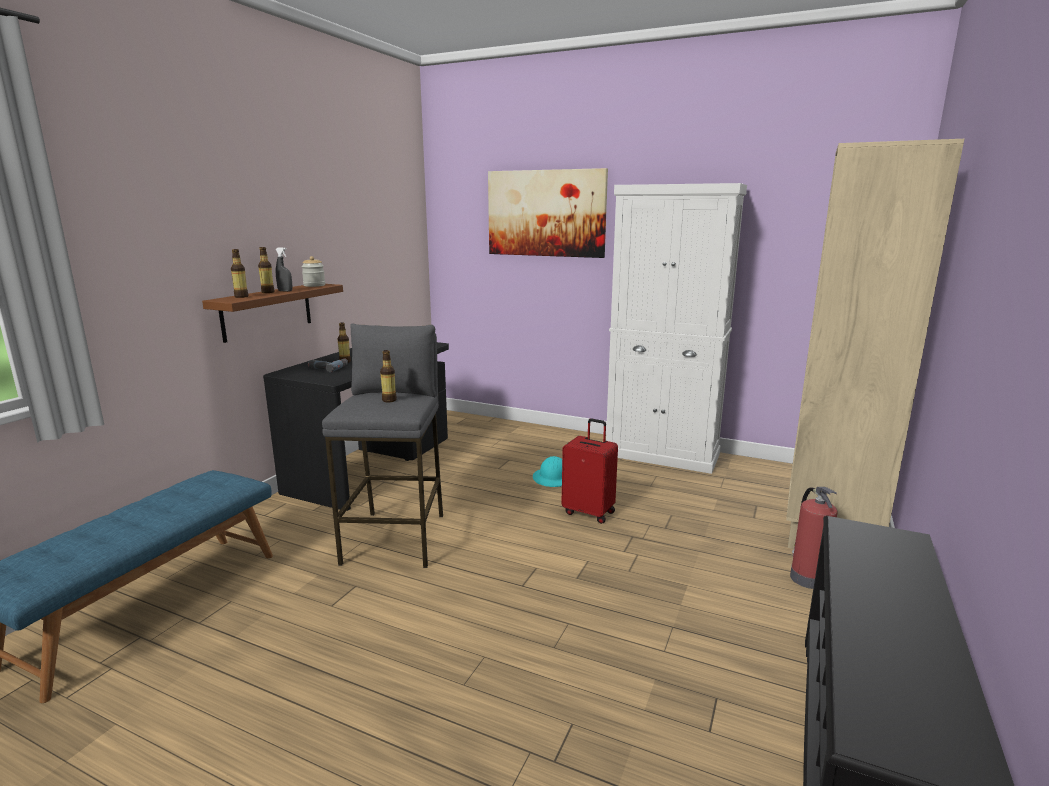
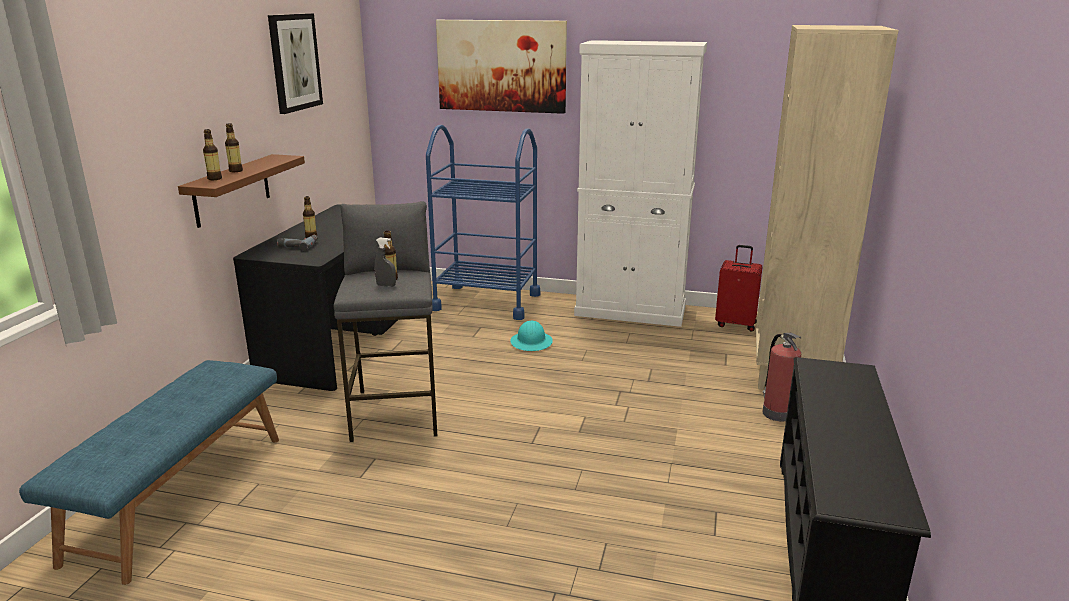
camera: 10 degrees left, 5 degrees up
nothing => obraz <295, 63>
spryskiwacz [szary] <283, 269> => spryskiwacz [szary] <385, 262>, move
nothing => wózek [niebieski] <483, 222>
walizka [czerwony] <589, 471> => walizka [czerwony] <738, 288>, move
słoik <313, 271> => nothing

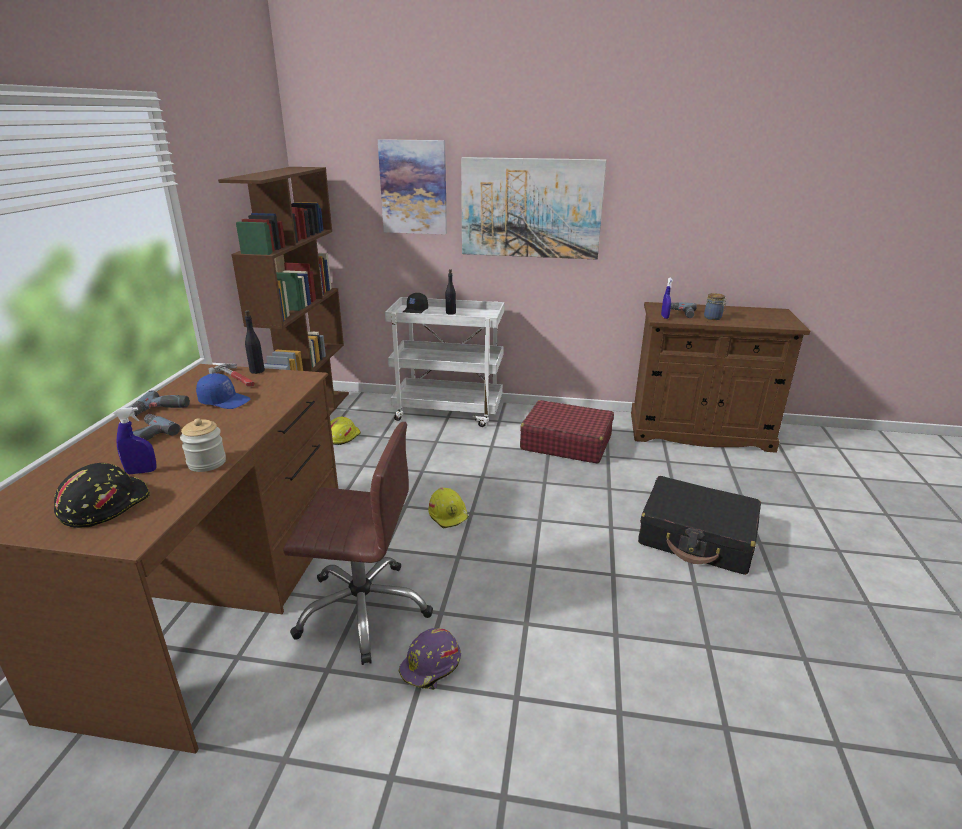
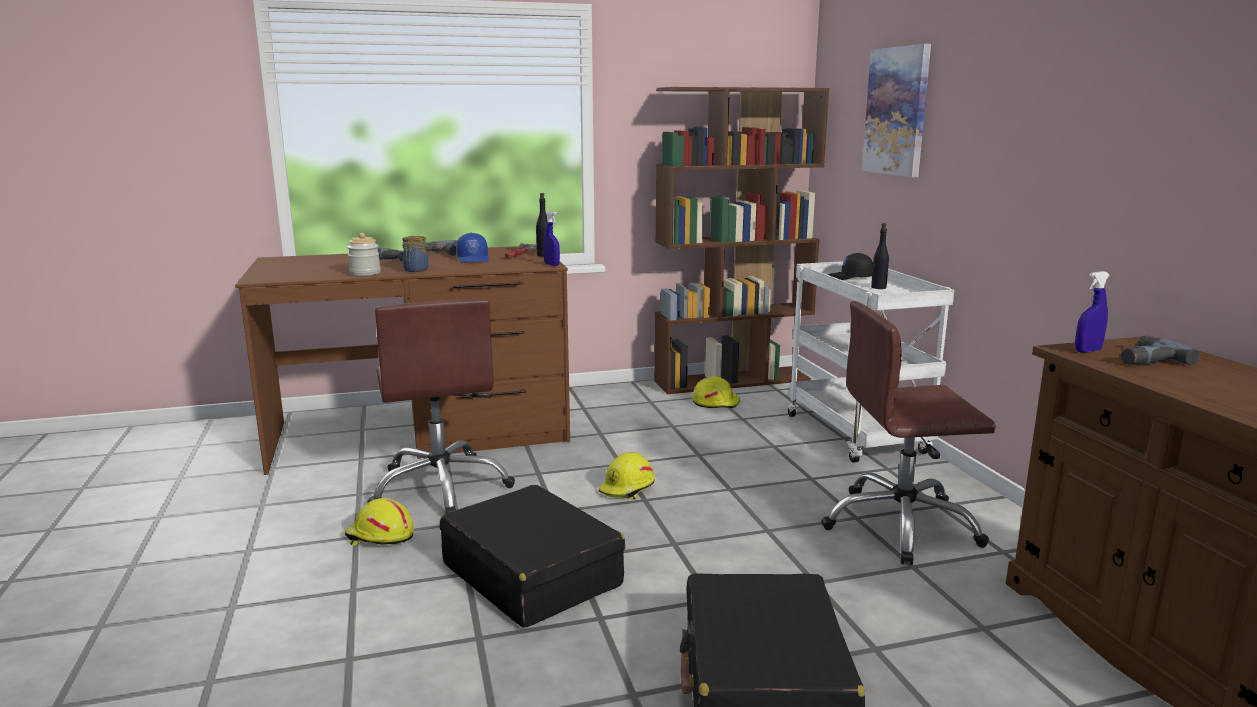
camera: 65 degrees right, 10 degrees down
kask [fioletowy] <429, 659> => kask [żółty] <379, 522>
słoik <715, 306> => słoik <415, 254>, move
nothing => walizka [czarny] <533, 556>
spryskiwacz [niebieski] <135, 440> => spryskiwacz [niebieski] <551, 238>, move
walizka [czerwony] <567, 432> => krzesło biurowe [brązowy] <908, 433>
kask [czarny] <102, 495> => nothing
obraz <534, 208> => nothing

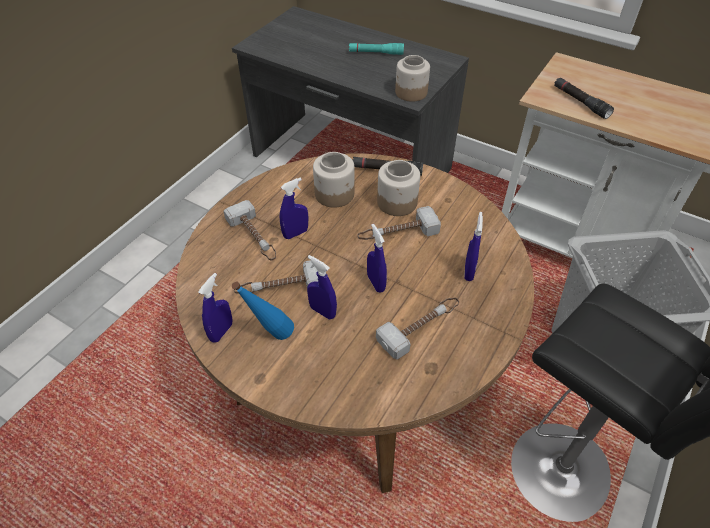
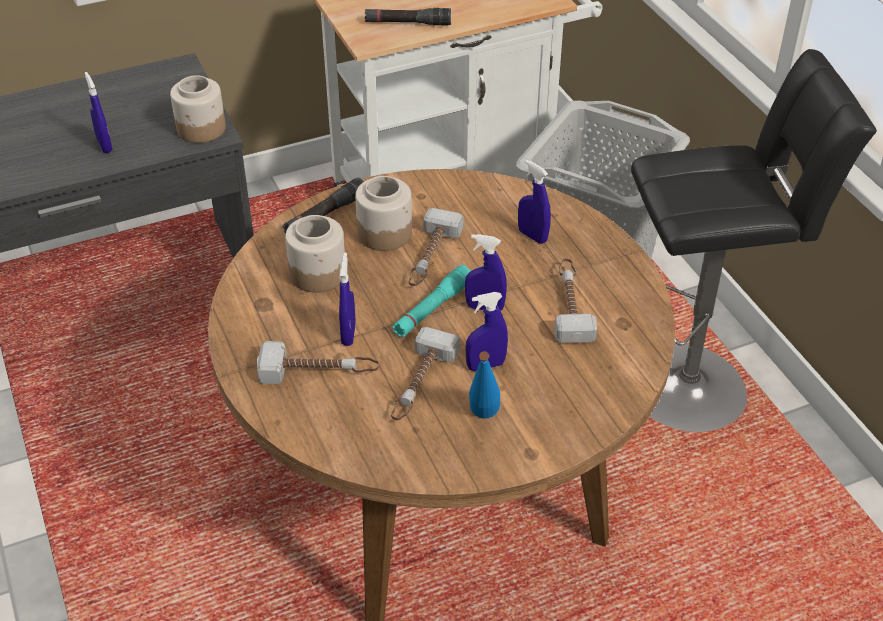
camera: 55 degrees left, 5 degrees down
spryskiwacz [niebieski] <215, 308> => spryskiwacz [niebieski] <98, 112>, move
latarka [turkusowy] <376, 49> => latarka [turkusowy] <431, 301>, move

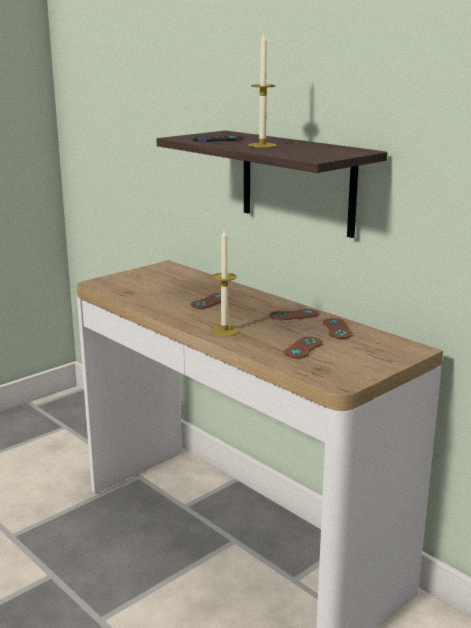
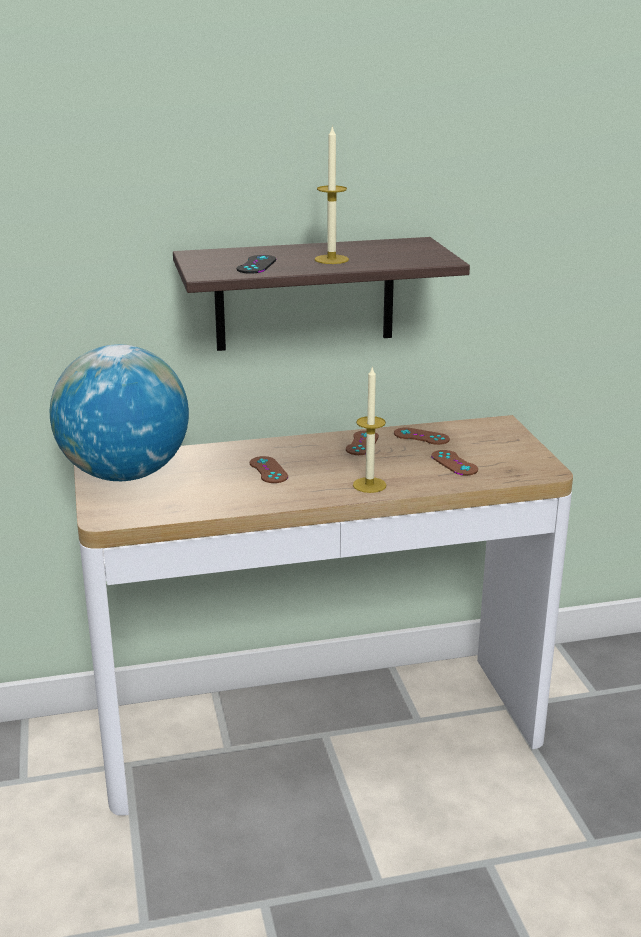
camera: 60 degrees left, 5 degrees up
nothing => globus <119, 413>

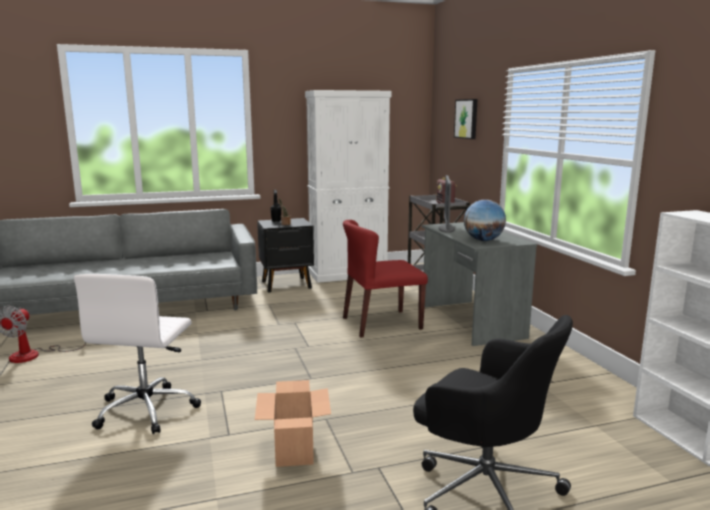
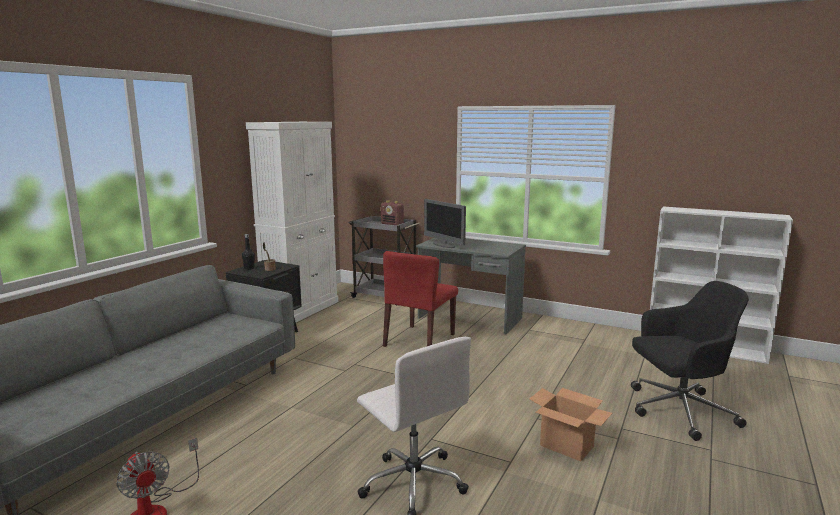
camera: 45 degrees left, 0 degrees up
obraz <466, 119> => nothing
globus <485, 220> => nothing

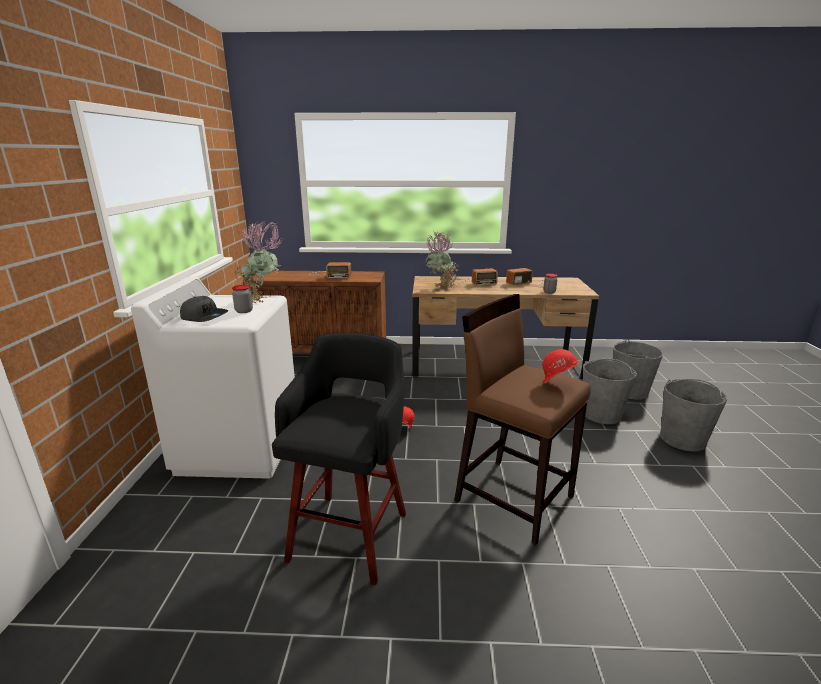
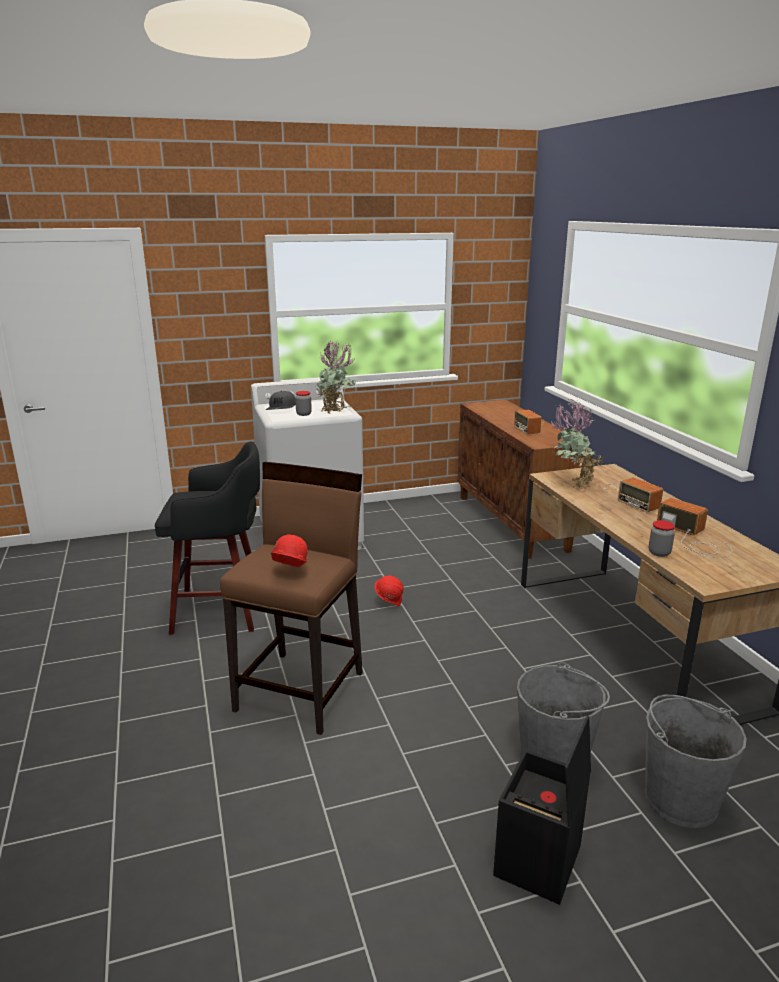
camera: 70 degrees right, 0 degrees up
wiadro [szary] <694, 415> => pojemnik do przechowywania [czarny] <542, 810>

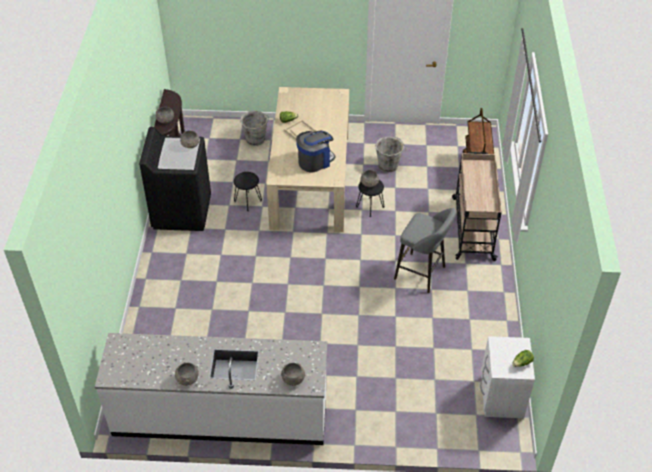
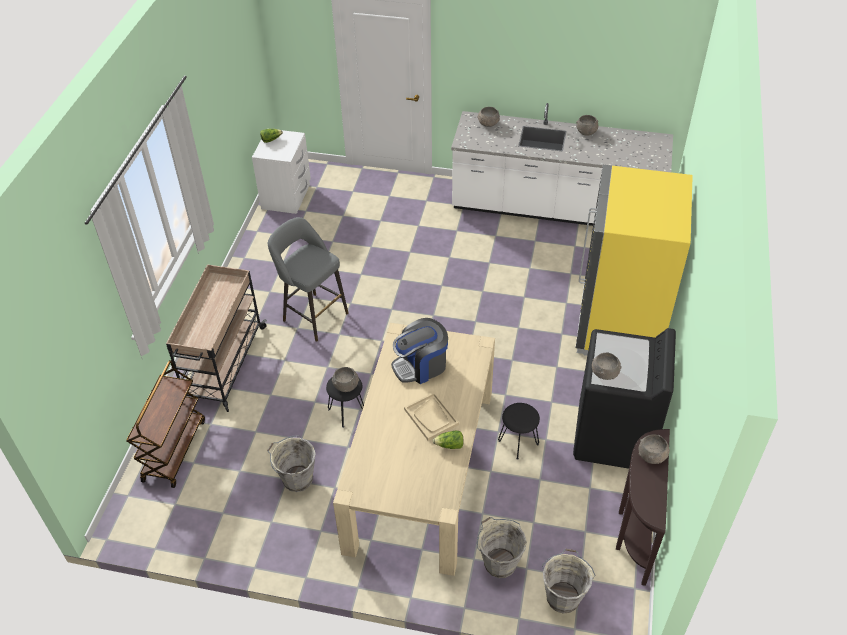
camera: 170 degrees left, 0 degrees up
nothing => wiadro [szary] <568, 581>
nothing => lodówka [żółty] <634, 260>

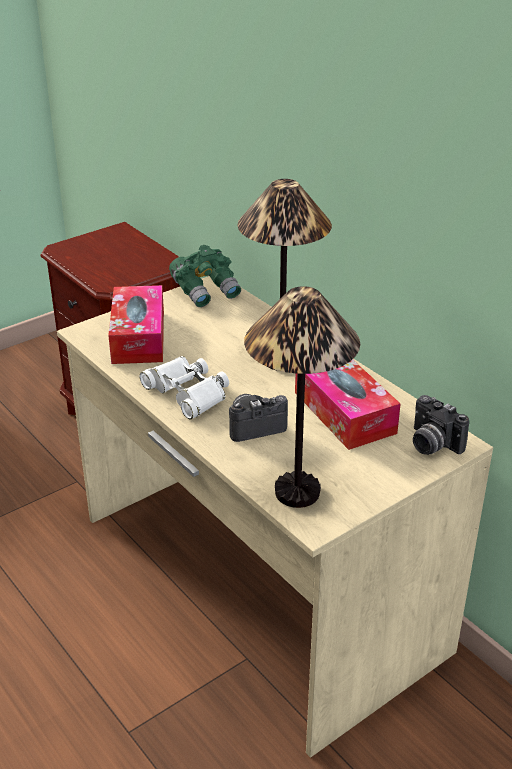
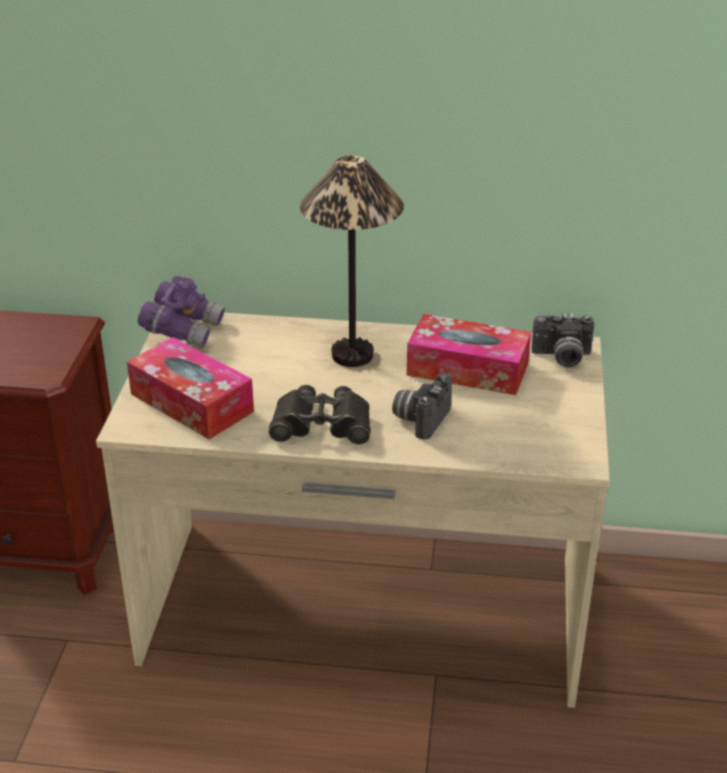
camera: 45 degrees left, 0 degrees up
lornetka [zielony] <205, 276> => lornetka [fioletowy] <181, 312>
lornetka [biały] <184, 388> => lornetka [czarny] <320, 414>
lampa stołowa <302, 397> => nothing

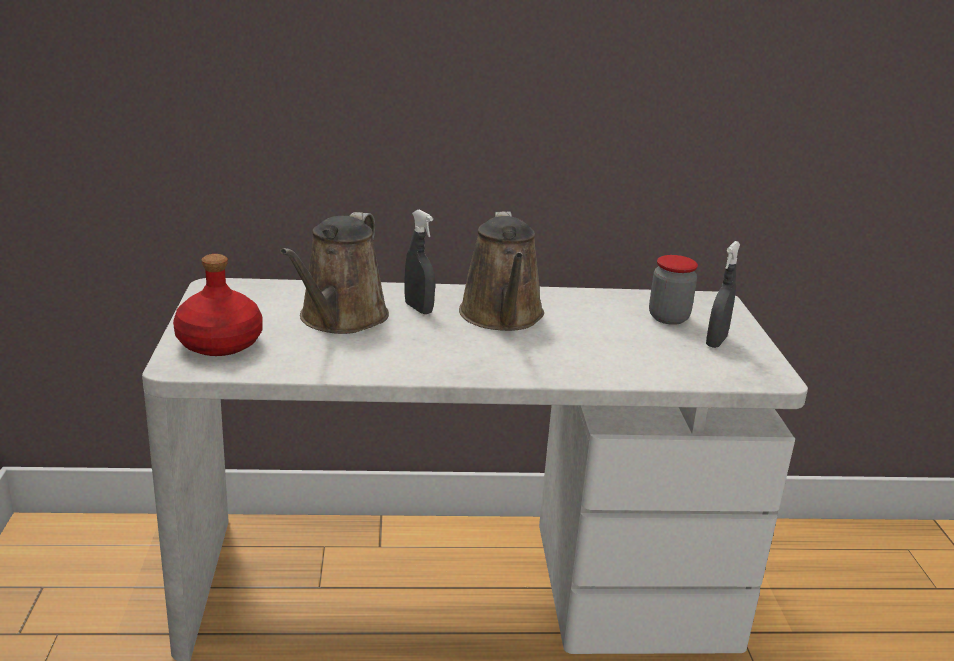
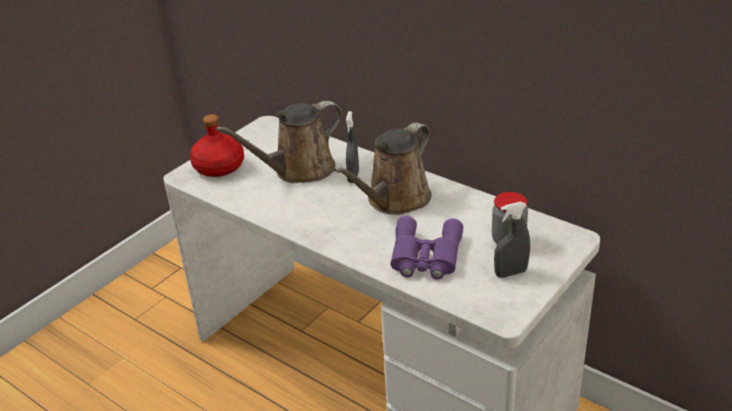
camera: 45 degrees right, 10 degrees up
nothing => lornetka [fioletowy] <426, 248>

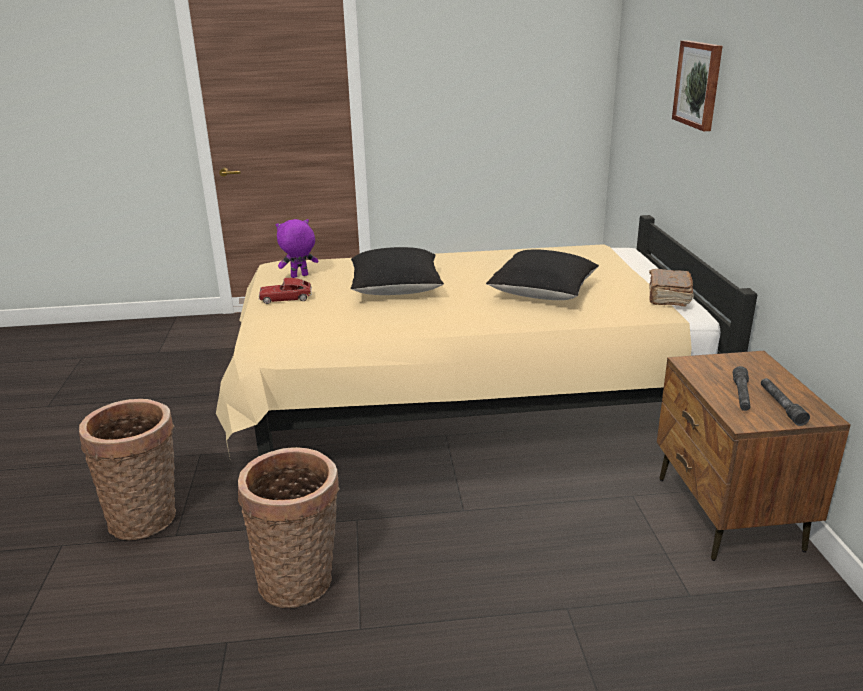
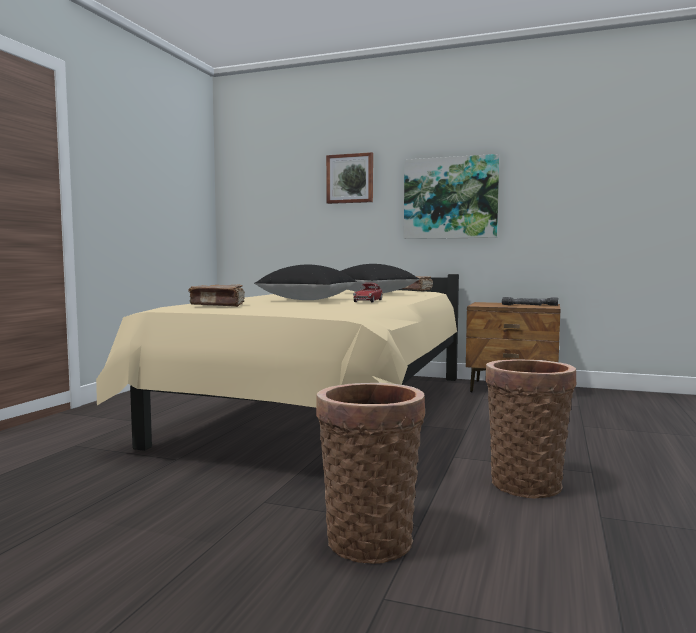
camera: 65 degrees left, 20 degrees down
pluszak [fioletowy] <297, 248> => książka [brązowy] <216, 296>
samochodzik <285, 291> => samochodzik <368, 293>, move
nothing => obraz <451, 196>

